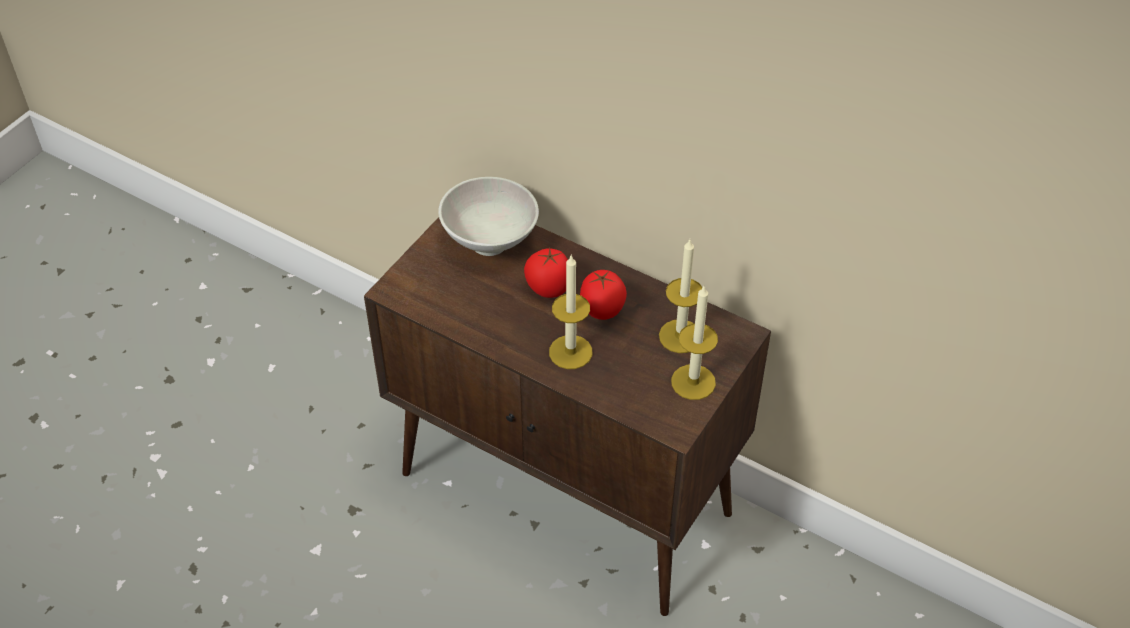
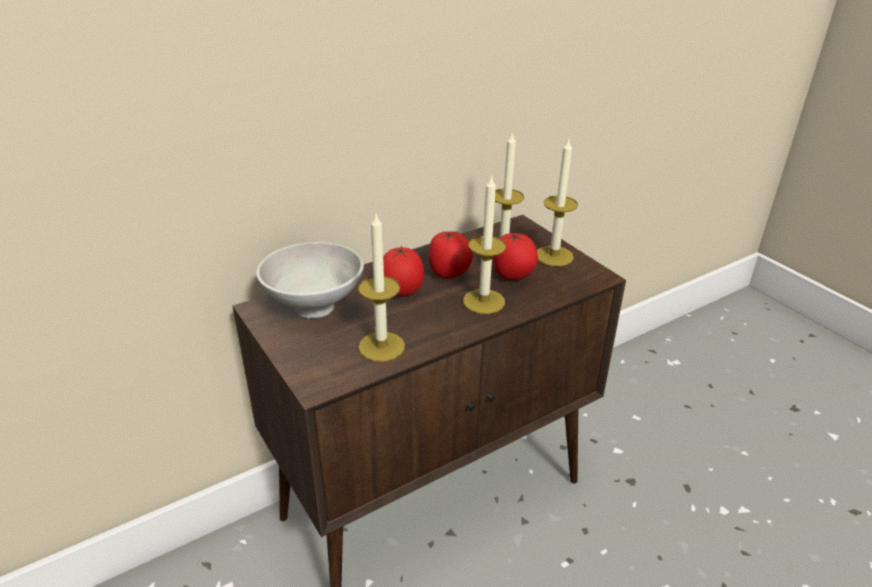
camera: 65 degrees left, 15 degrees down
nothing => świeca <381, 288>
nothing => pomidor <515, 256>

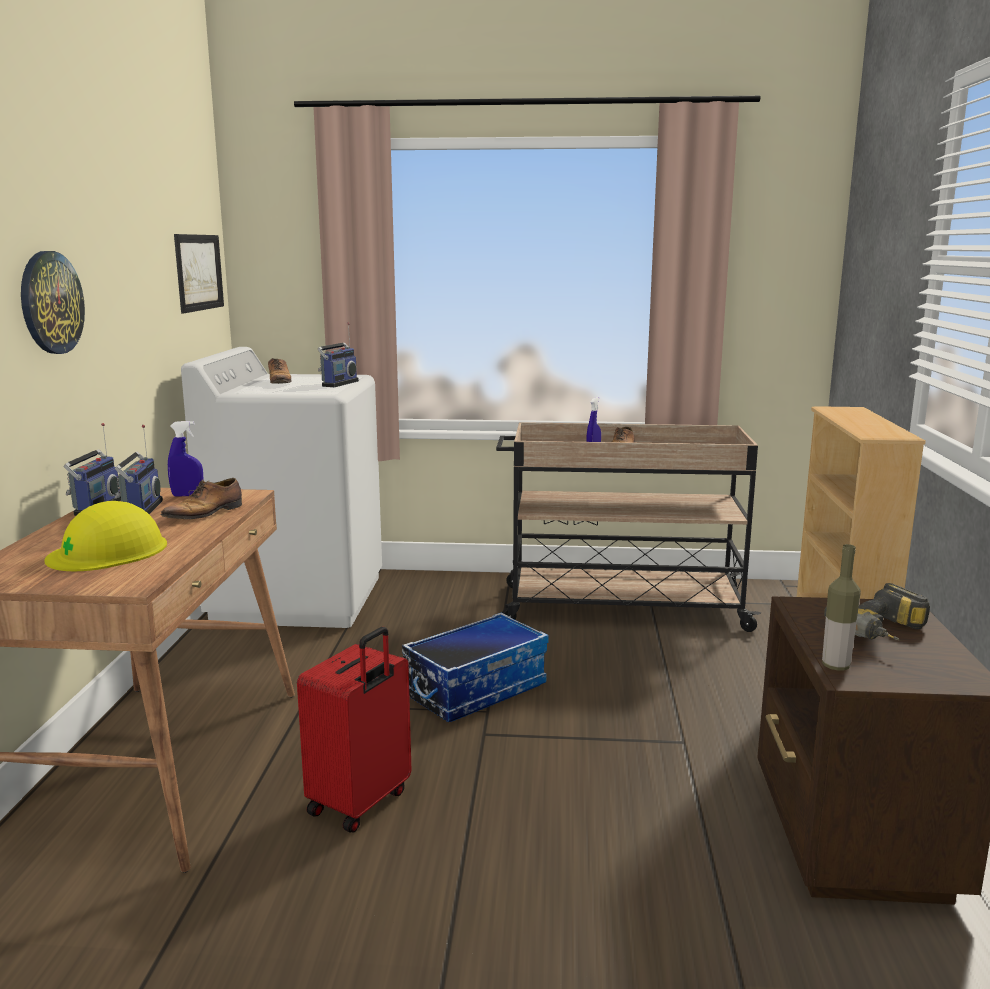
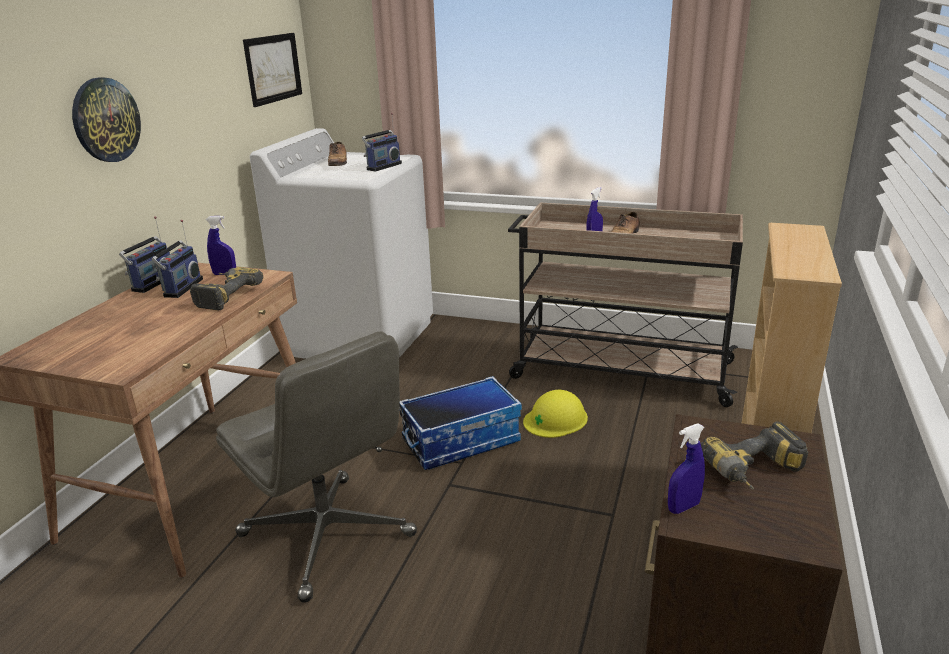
camera: 15 degrees right, 10 degrees up
but <201, 498> => wiertarka <226, 288>
walizka [czerwony] <354, 730> => krzesło biurowe [szary] <316, 467>
kask [żółty] <105, 536> => kask [żółty] <555, 414>, move
butelka <841, 607> => spryskiwacz [niebieski] <686, 468>

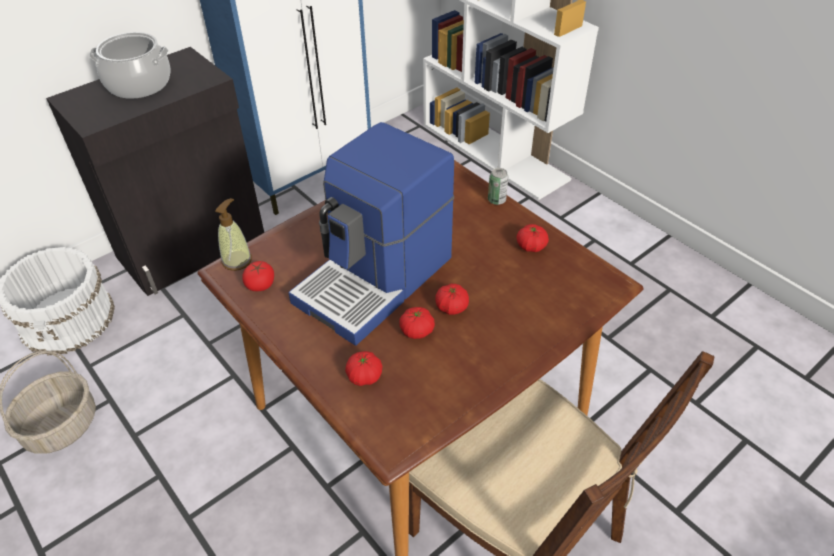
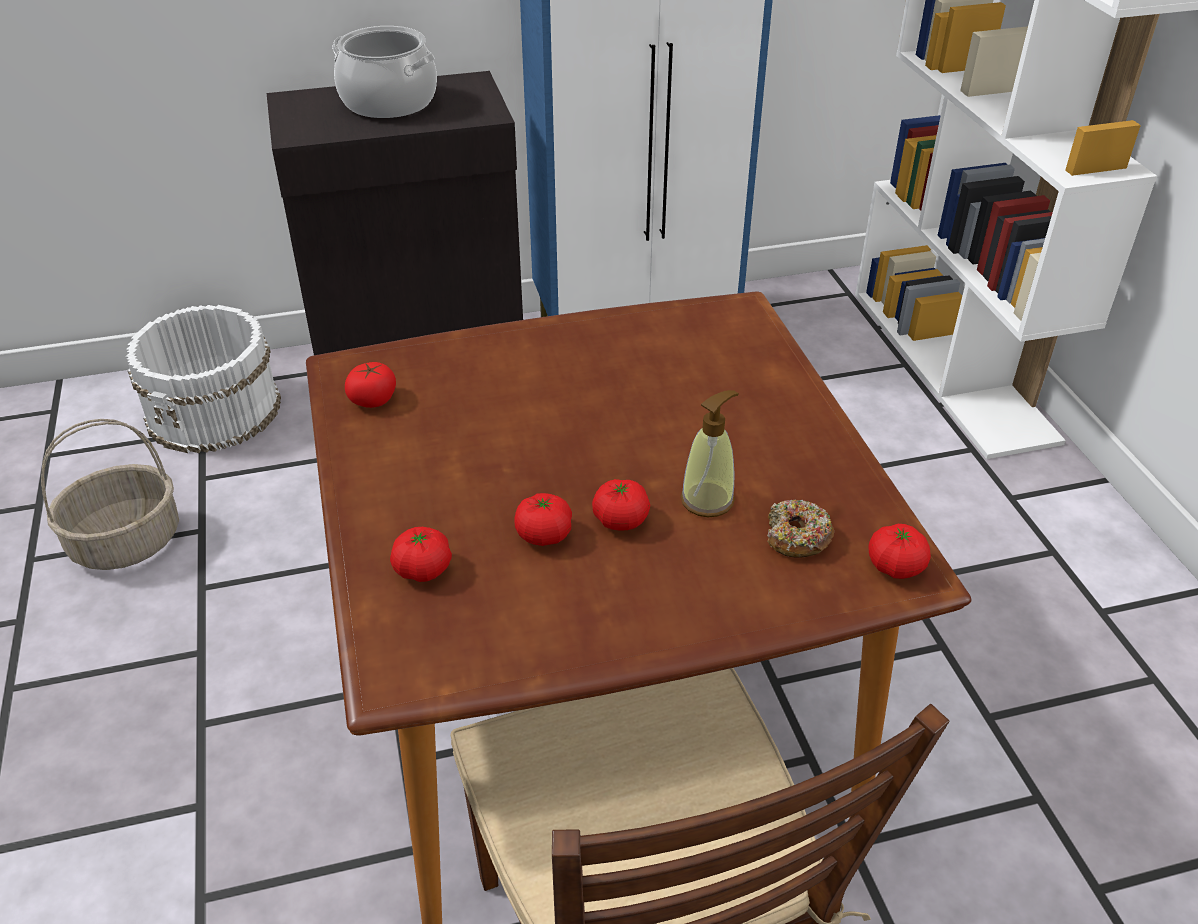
camera: 25 degrees right, 5 degrees down
dozownik mydła <233, 234> => dozownik mydła <709, 453>, move
nothing => donut <800, 528>
pomidor <533, 238> => pomidor <899, 551>, move
ekspres do kawy <371, 234> => nothing
puszka <498, 186> => nothing

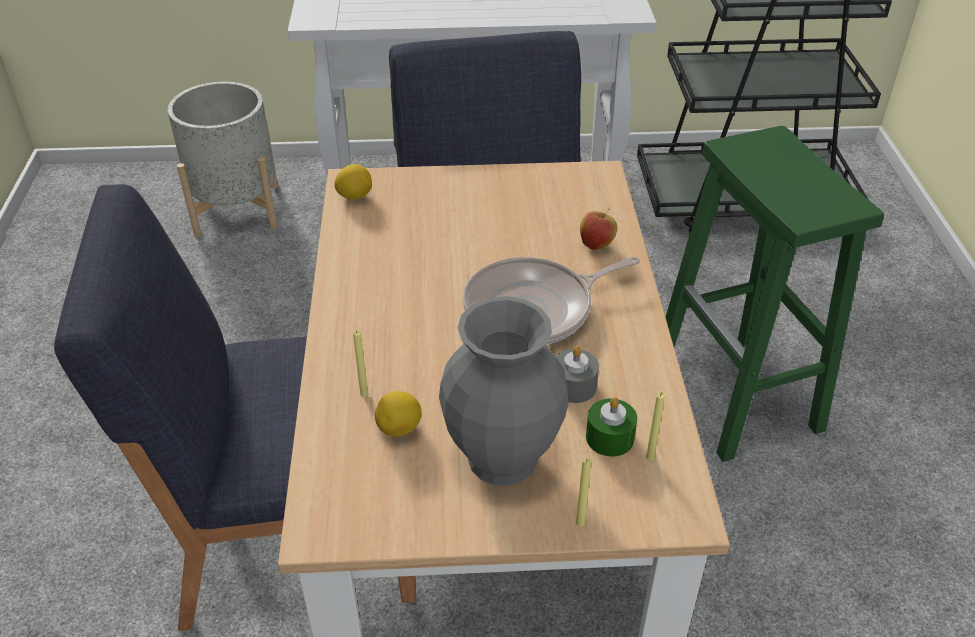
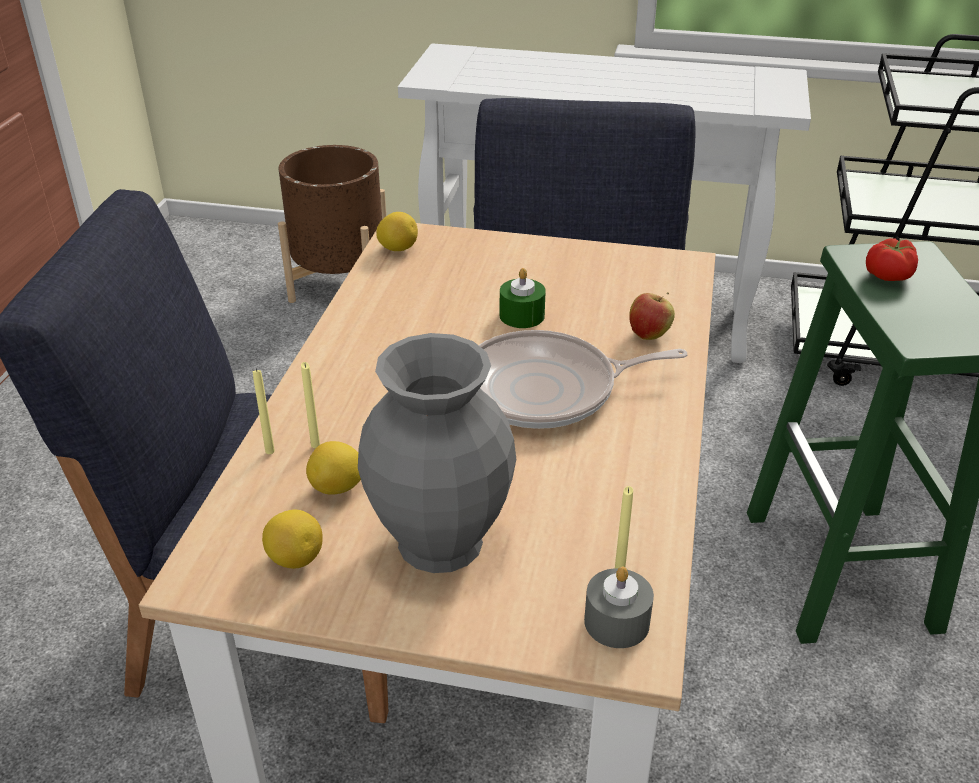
camera: 15 degrees right, 5 degrees down
świeca [żółty] <583, 493> => świeca [żółty] <264, 411>, move
nothing => cytryna <292, 539>
donica [szary] <223, 159> => donica [brązowy] <332, 224>
świeca [zielony] <611, 426> => świeca [zielony] <523, 298>, move
świeca [szary] <577, 374> => świeca [szary] <619, 607>, move
nothing => pomidor <892, 259>

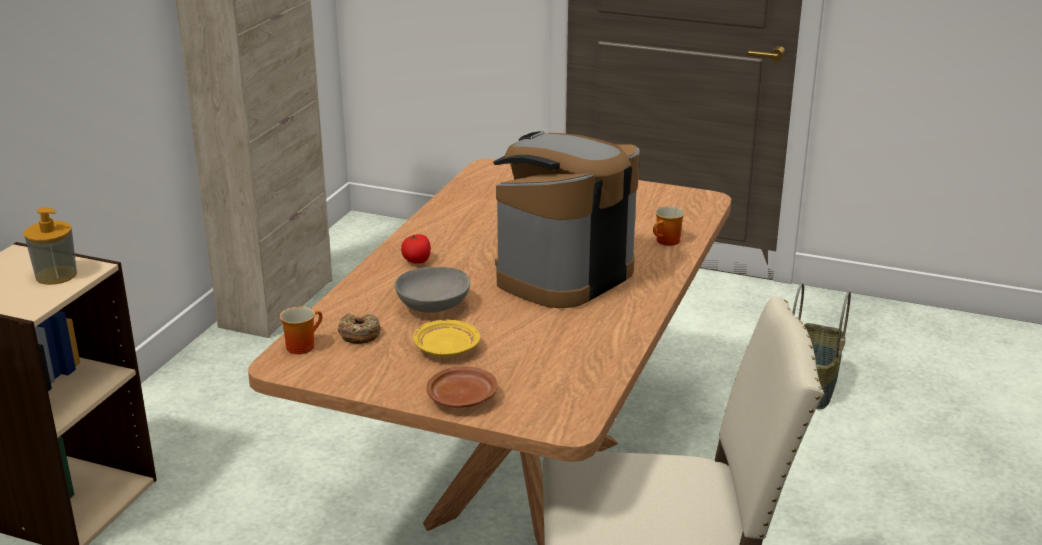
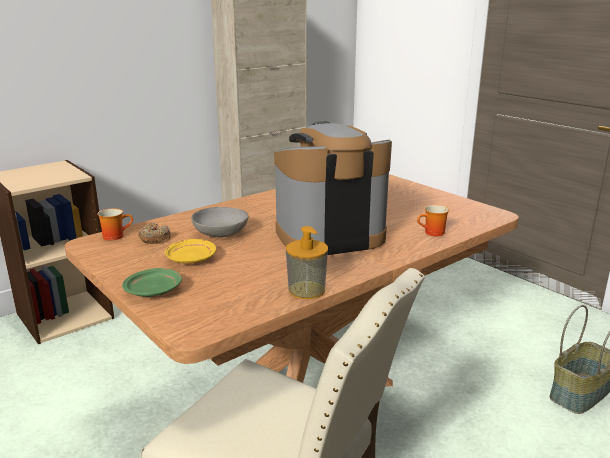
camera: 30 degrees right, 5 degrees down
talerz [brązowy] <462, 387> => talerz [zielony] <152, 282>
dozownik mydła <50, 246> => dozownik mydła <307, 262>, move
pomidor <416, 249> => nothing

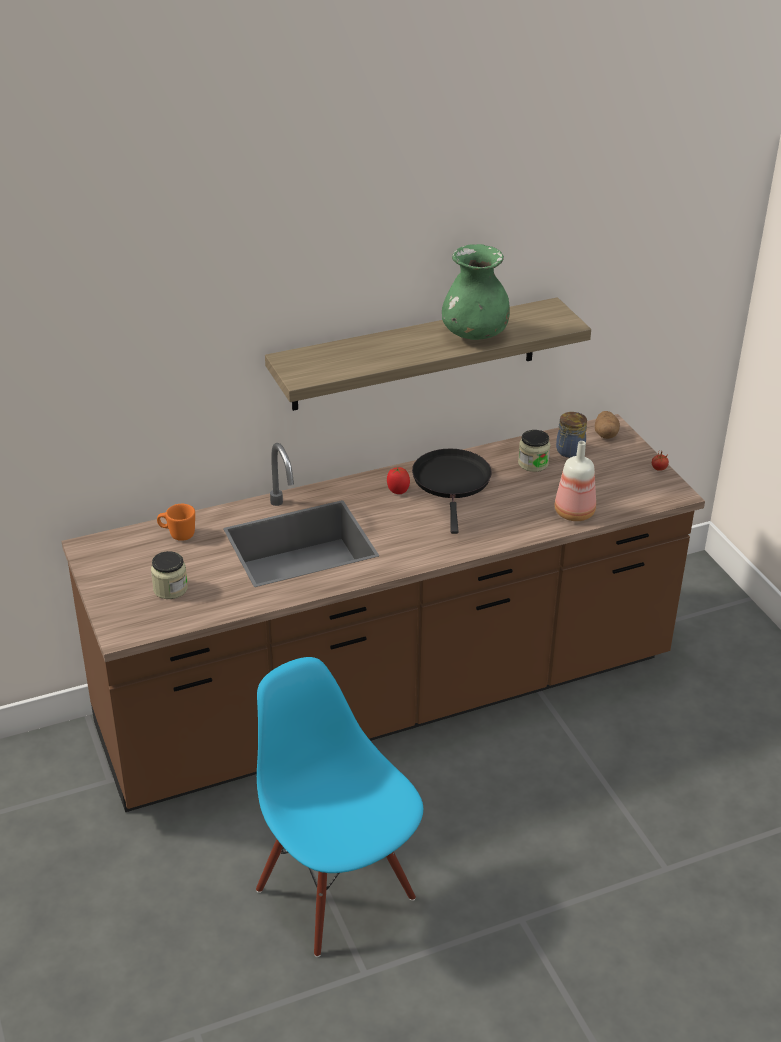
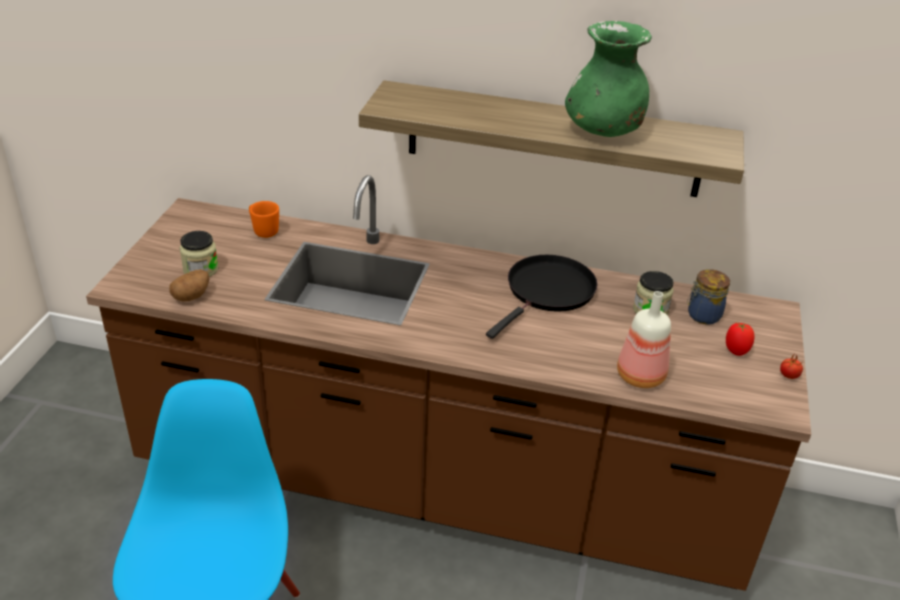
camera: 35 degrees right, 0 degrees up
ziemniak <607, 425> => ziemniak <189, 285>, move
pomidor <398, 480> => pomidor <740, 339>, move

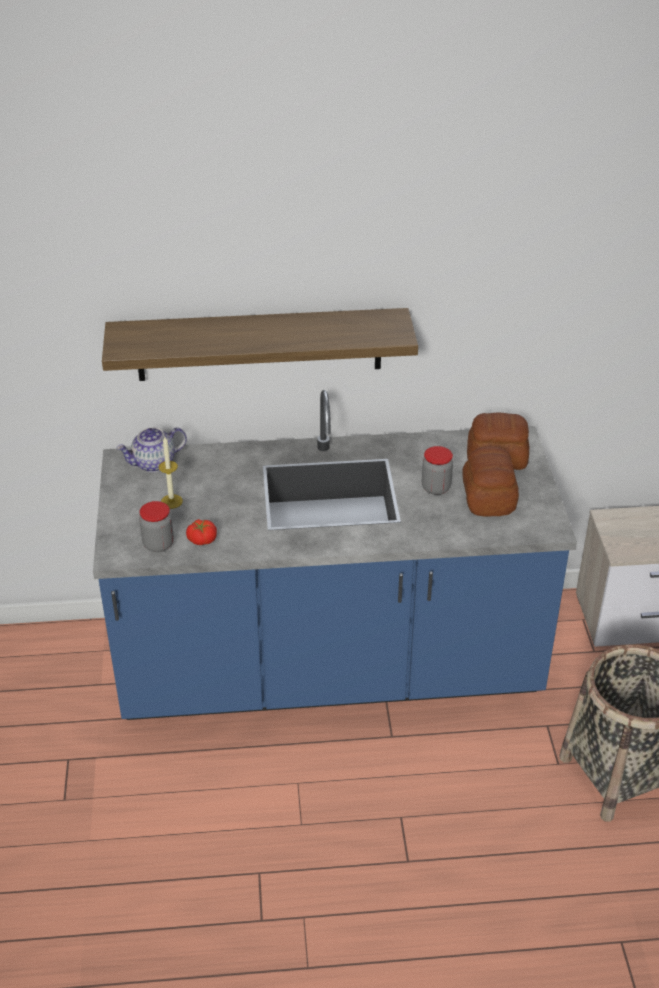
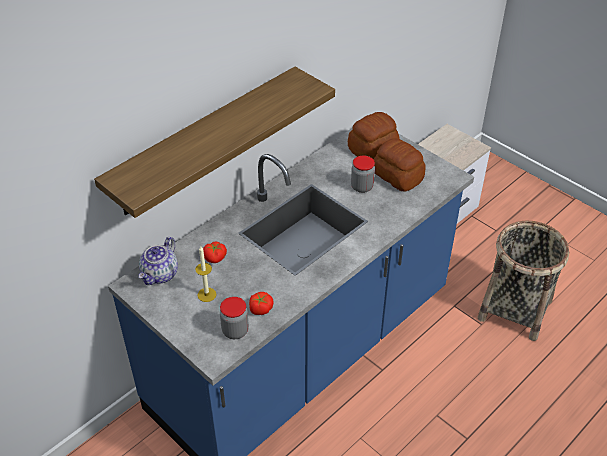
camera: 40 degrees left, 5 degrees up
nothing => pomidor <215, 252>

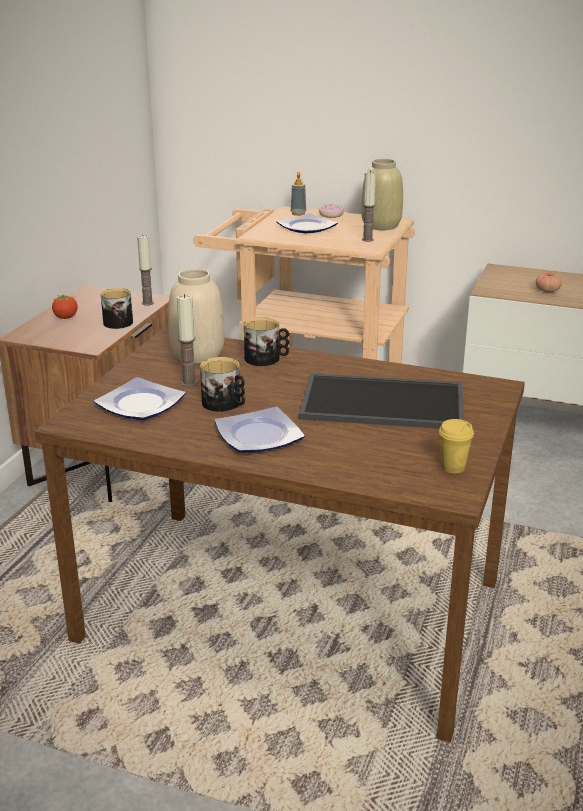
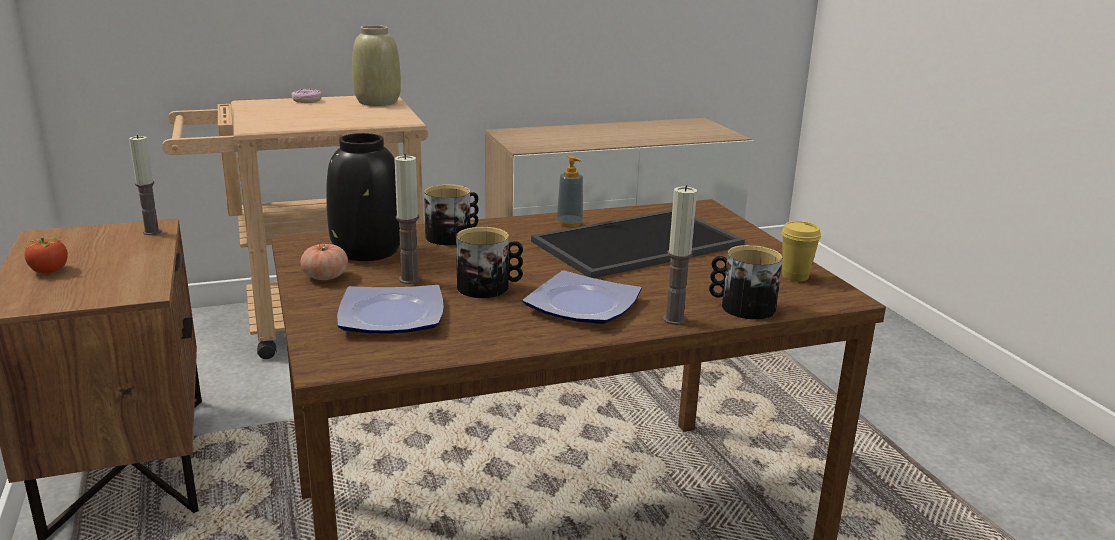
camera: 40 degrees left, 5 degrees down
pomidor <549, 282> => pomidor <324, 262>, move
wazon [beżowy] <196, 316> => wazon [czarny] <363, 197>
dozownik mydła <298, 194> => dozownik mydła <570, 191>, move
świeca <369, 206> => świeca <680, 255>, move
kubek <117, 308> => kubek <746, 282>, move
talerz <307, 223> => nothing

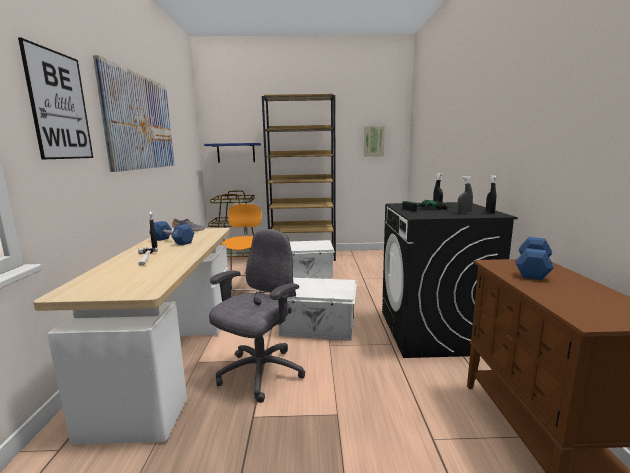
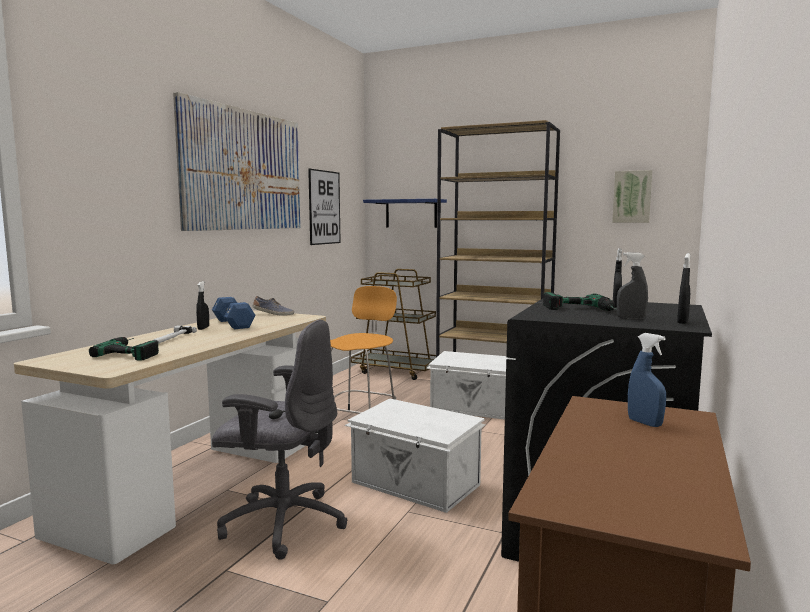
camera: 25 degrees right, 5 degrees down
nothing => wiertarka <124, 348>
krzesło biurowe [szary] <257, 316> => krzesło biurowe [szary] <280, 440>, 45 degrees clockwise
obraz <55, 98> => obraz <324, 207>, move
hantel [niebieski] <535, 258> => spryskiwacz [niebieski] <647, 380>

